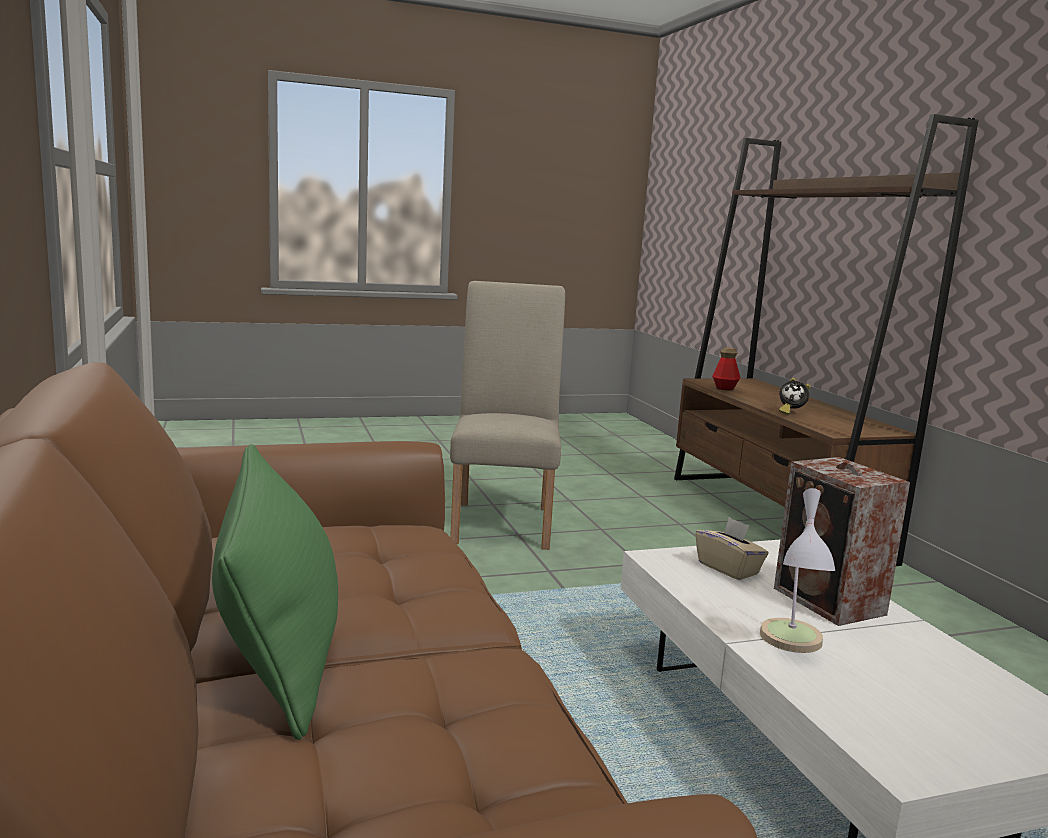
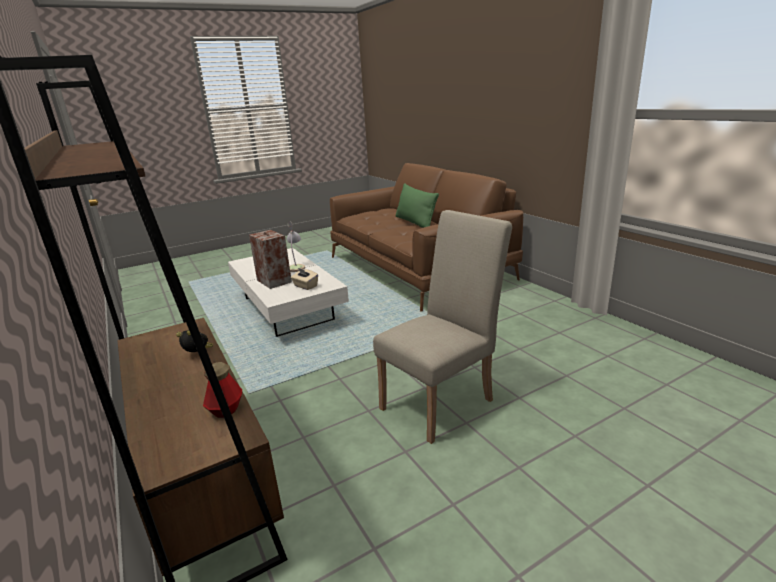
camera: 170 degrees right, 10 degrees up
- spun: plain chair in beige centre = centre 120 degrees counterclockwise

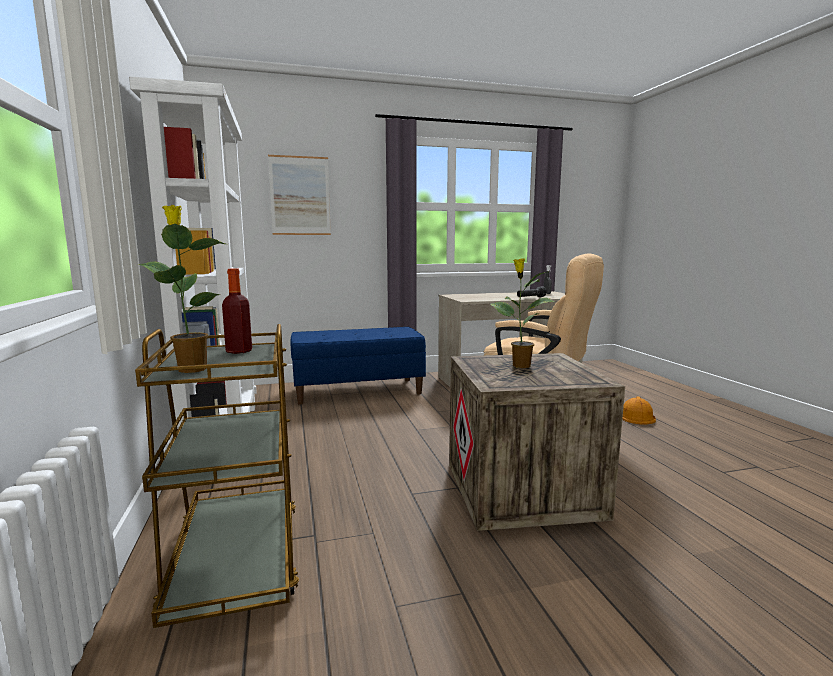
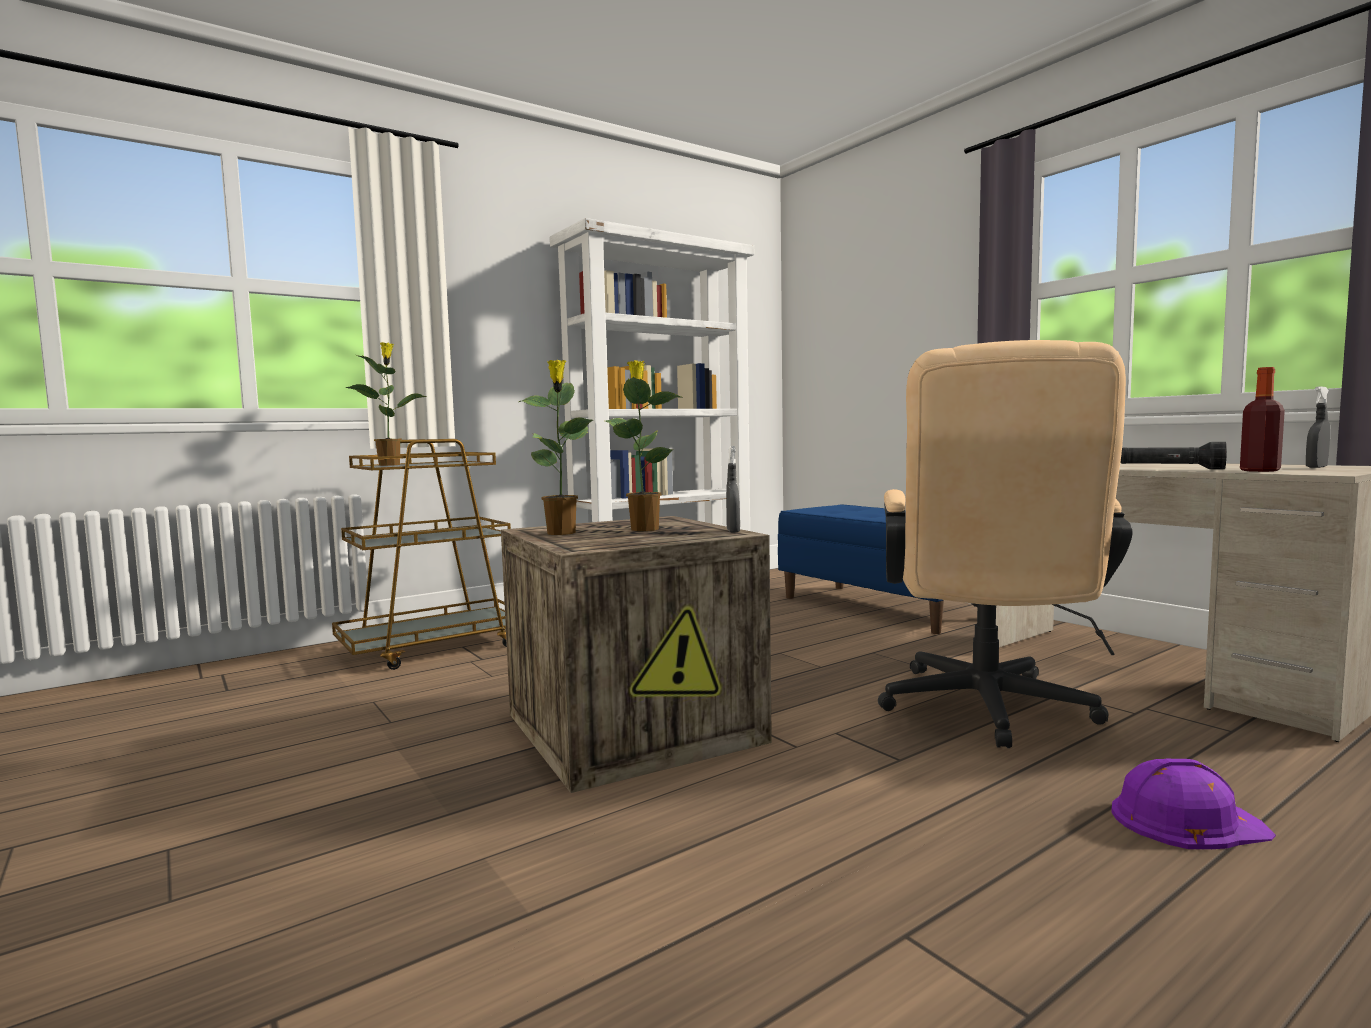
camera: 70 degrees right, 5 degrees down
- missing: picture top centre
- relocated: drink bottle middle left to middle right
- colour: safety helmet in orange middle right to safety helmet in purplish bottom right
- appeared: plant in a pot (no. 2 from left) centre
- appeared: spray bottle in grey (no. 1 from left) centre

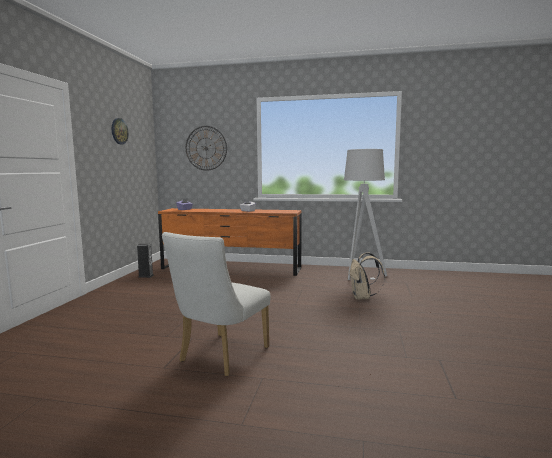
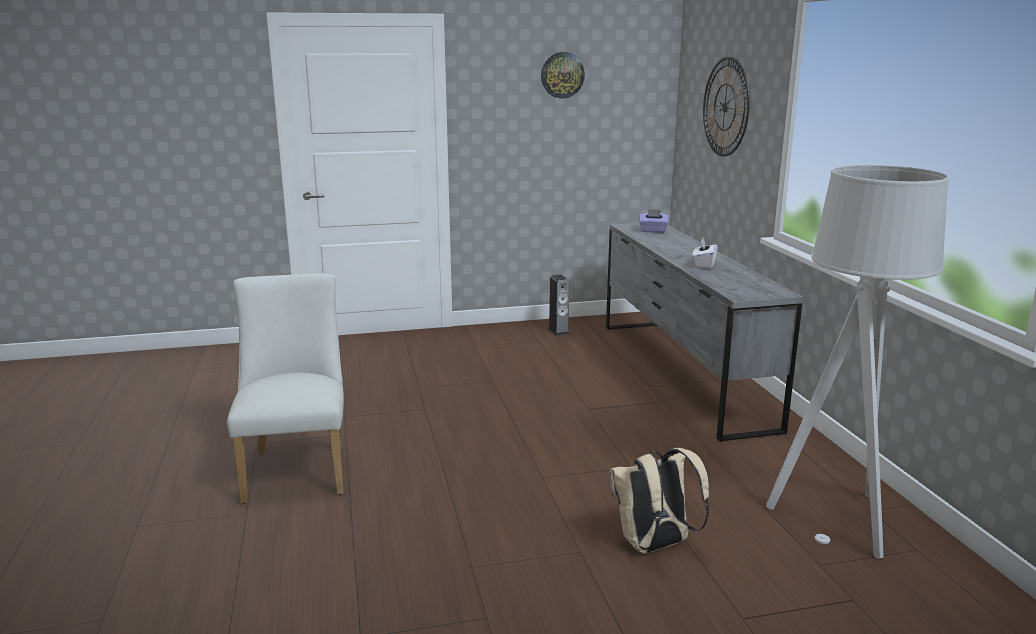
camera: 65 degrees right, 10 degrees up
- colour: chest of drawers in orange centre to chest of drawers in grey middle right
- spun: plain chair in white centre = middle left 75 degrees clockwise

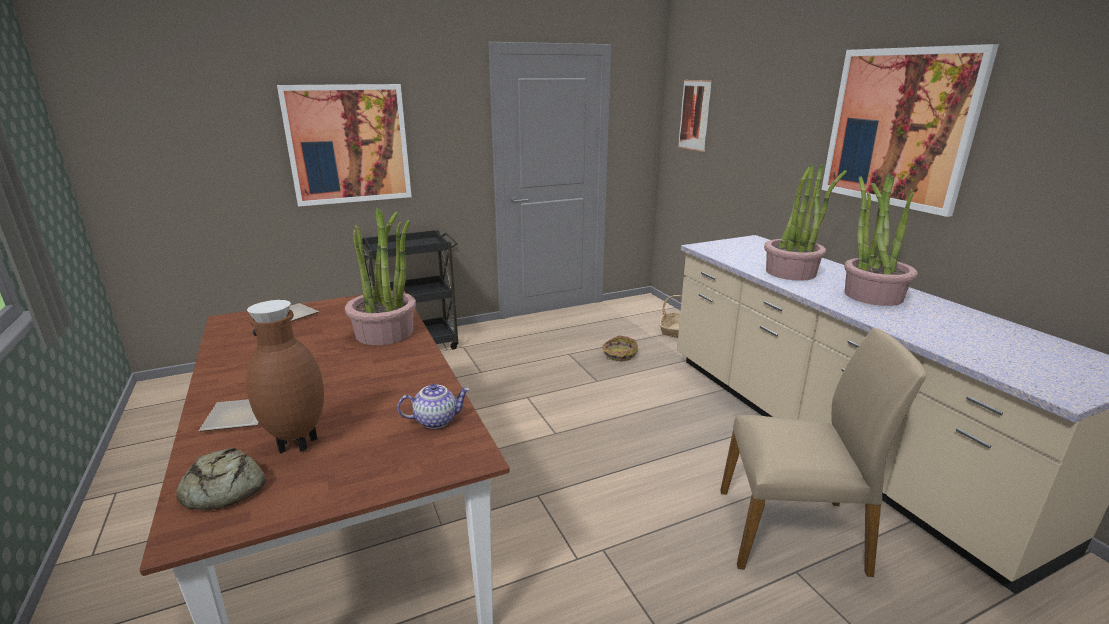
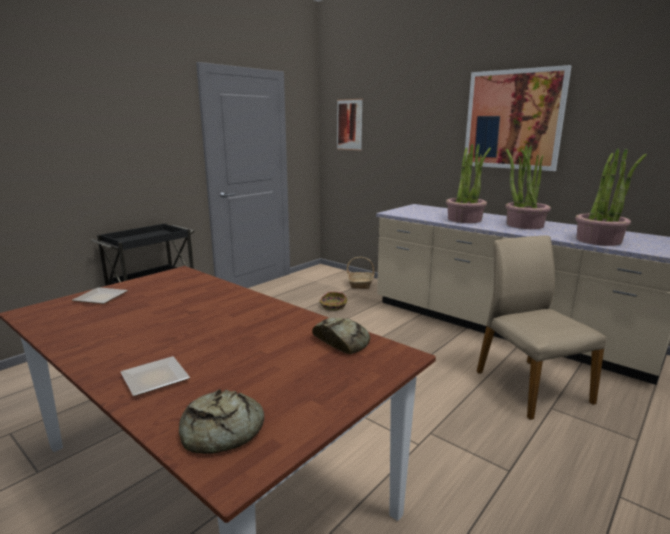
camera: 25 degrees left, 5 degrees down
- missing: picture (no. 1 from left) top left
- relocated: plant in a pot (no. 1 from left in the first image) centre to plant in a pot (no. 3 from left) middle right
- missing: flower vase in brown middle left
- spun: plain chair in beige bottom right = middle right 90 degrees counterclockwise
- exchanged: tea pot centre to baked bread (no. 2 from left) centre

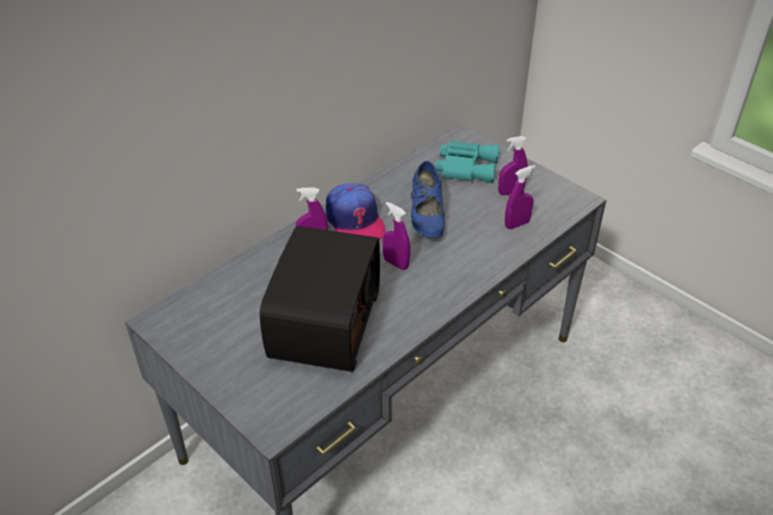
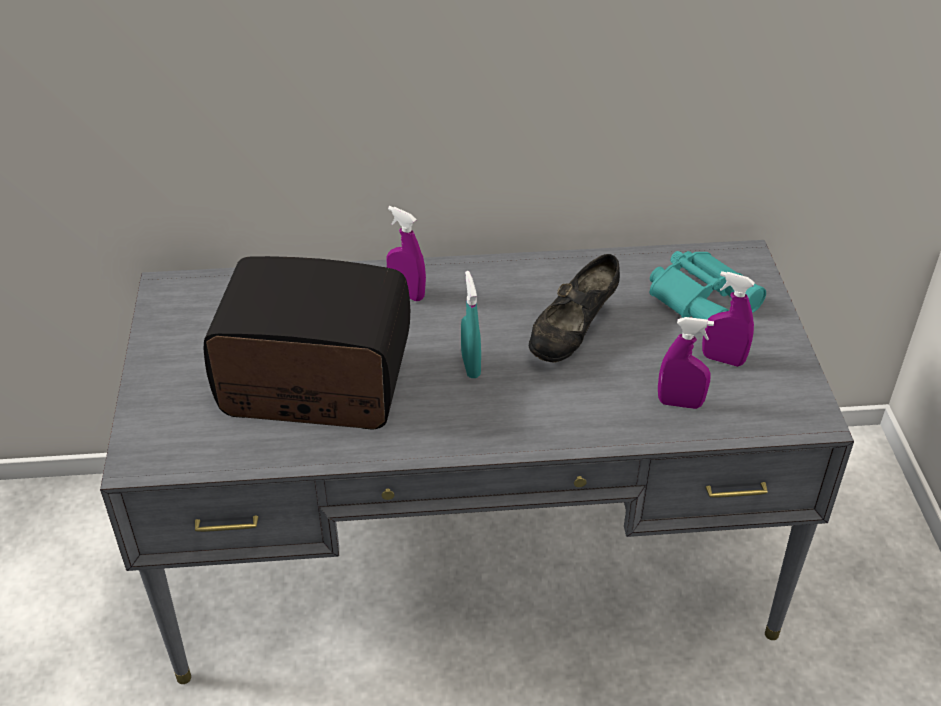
camera: 40 degrees right, 0 degrees up
- colour: low shoe in bluish centre to low shoe in black centre
- missing: baseball cap centre
- colour: spray bottle in purplish (no. 2 from left) centre to spray bottle in turquoise centre
- spun: radio centre = middle left 135 degrees counterclockwise

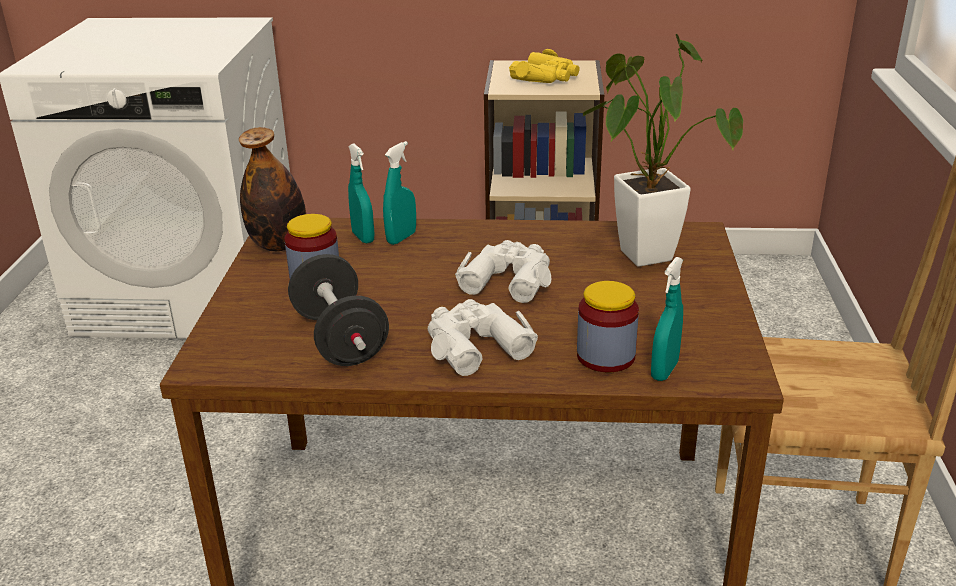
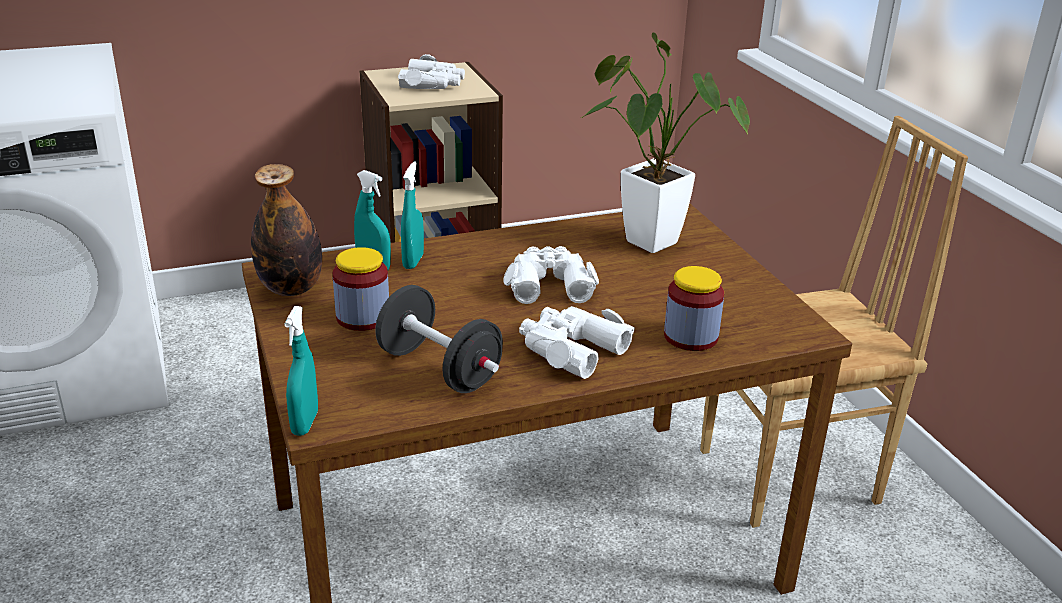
camera: 25 degrees left, 0 degrees up
- colour: field glasses in yellowish top centre to field glasses in white (no. 1 from left) top centre
- relocated: spray bottle in turquoise (no. 3 from left in the first image) middle right to spray bottle in turquoise (no. 1 from left) middle left

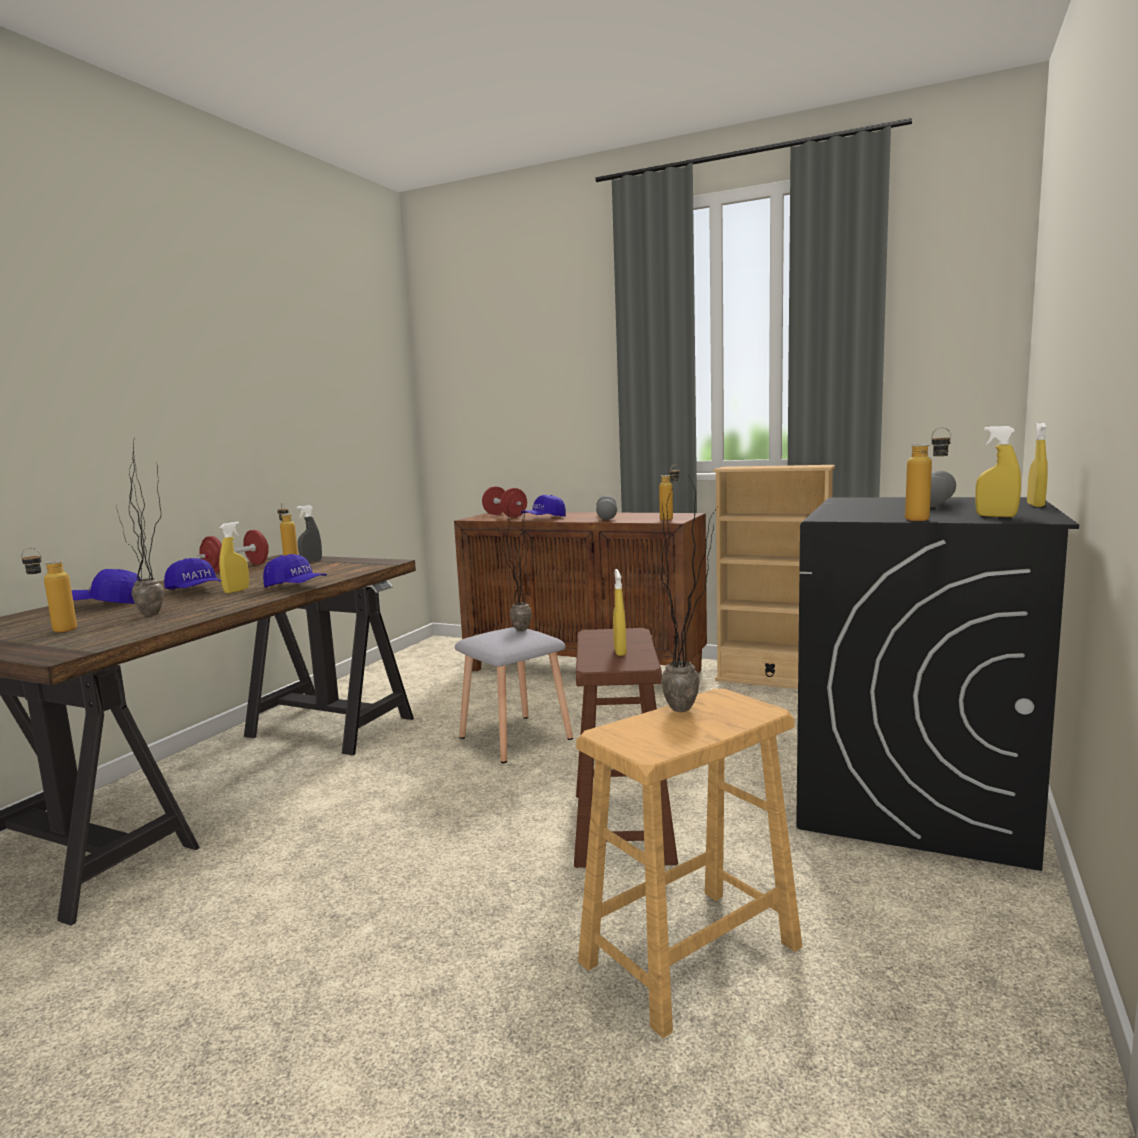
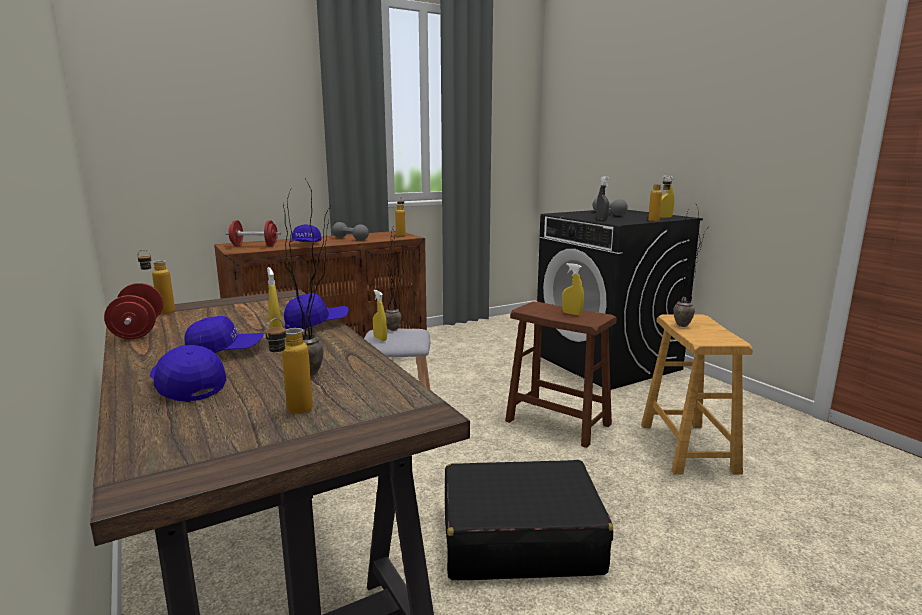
camera: 55 degrees left, 5 degrees up
- relocated: spray bottle in yellowish (no. 4 from left in the first image) middle right to spray bottle in yellowish (no. 2 from left) centre
- missing: shelving unit in beige middle right
- relocated: spray bottle in grey middle left to top centre
- spun: baseball cap in bluish (no. 1 from left) middle left = middle left 105 degrees clockwise
- appeared: travel case in black bottom centre

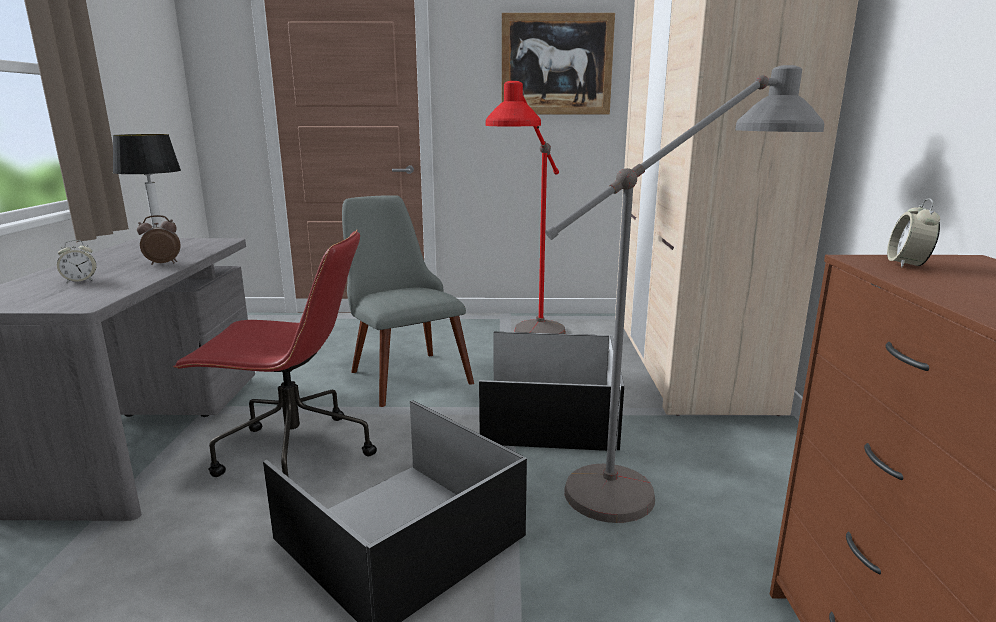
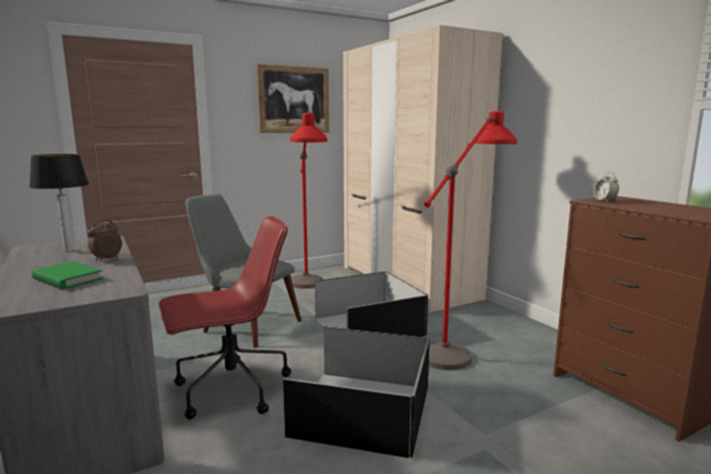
camera: 30 degrees left, 5 degrees down
- colour: floor lamp in grey middle right to floor lamp in red-coloured (no. 2 from left) centre
- exchanged: bedside clock (no. 1 from left) middle left to book in greenish middle left

